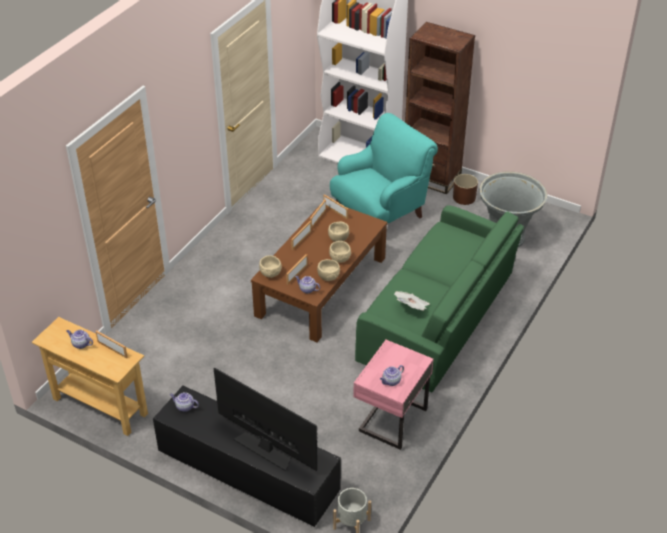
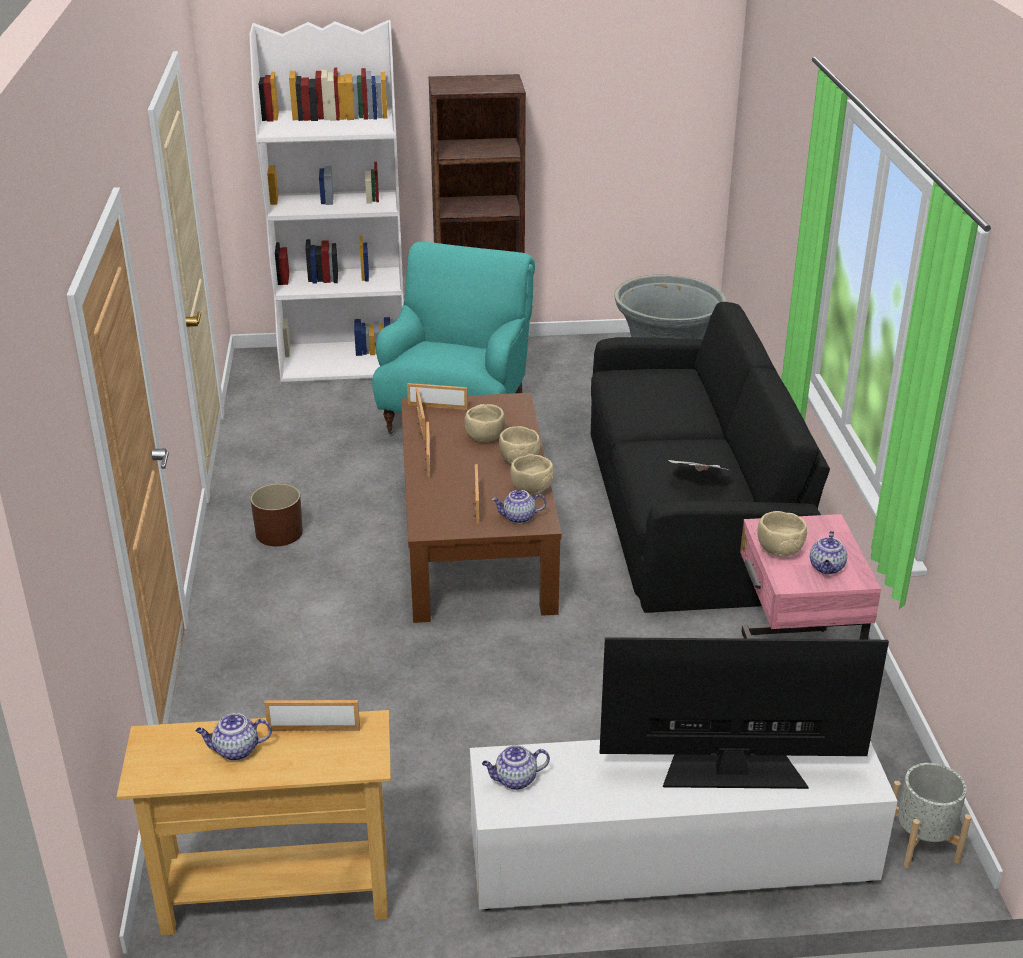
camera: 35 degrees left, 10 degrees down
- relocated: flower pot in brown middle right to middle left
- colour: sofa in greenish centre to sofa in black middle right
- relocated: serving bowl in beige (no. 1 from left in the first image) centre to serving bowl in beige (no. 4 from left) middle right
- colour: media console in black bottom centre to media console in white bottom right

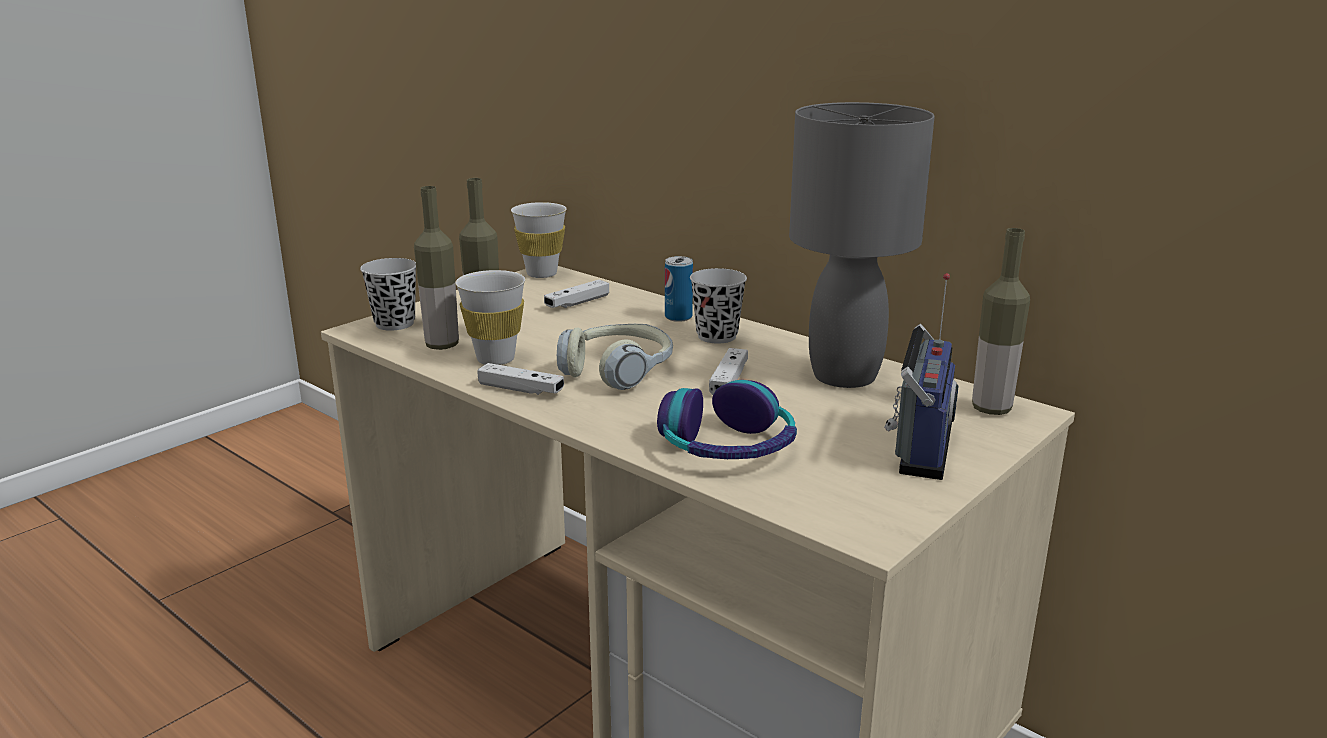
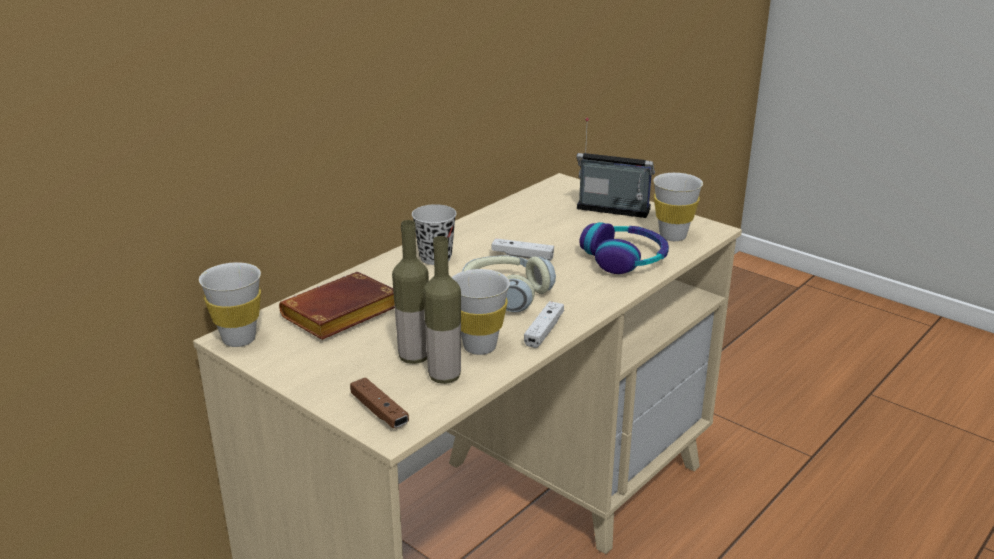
camera: 90 degrees left, 5 degrees up
- missing: table lamp in grey top centre
- missing: drink bottle (no. 3 from left) middle right
- missing: sealed can centre
- exchanged: drinking cup in black (no. 1 from left) middle left to game controller in brown bottom centre
- exchanged: game controller in white (no. 2 from left) centre to book in brown centre
- appeared: drinking cup in white (no. 3 from left) middle right

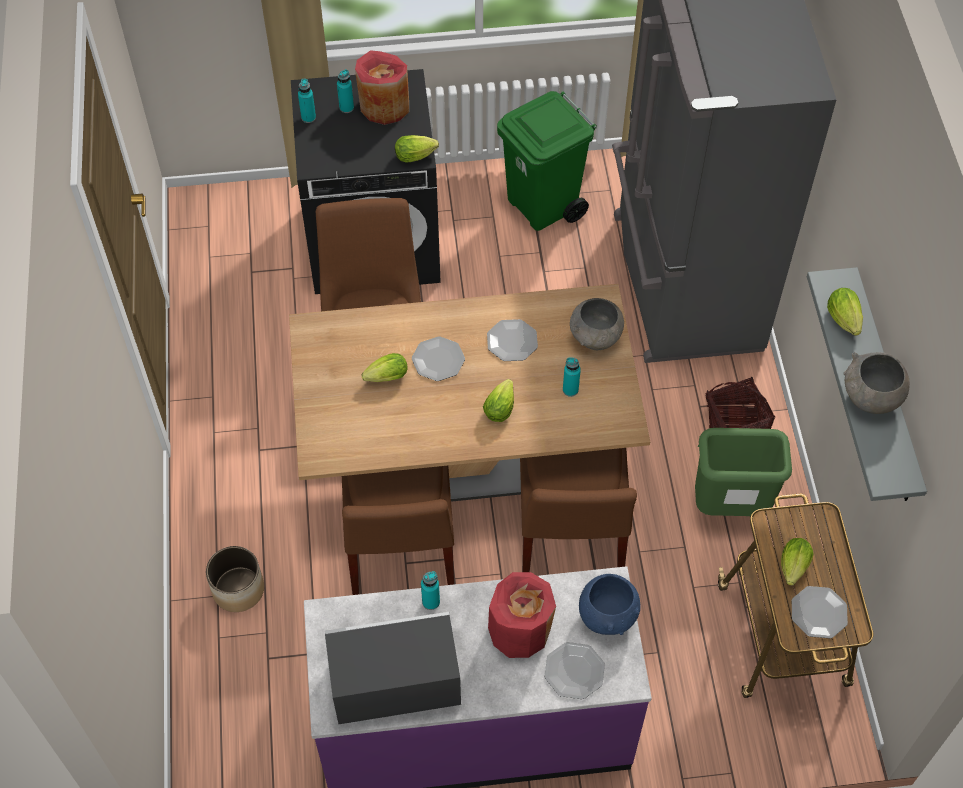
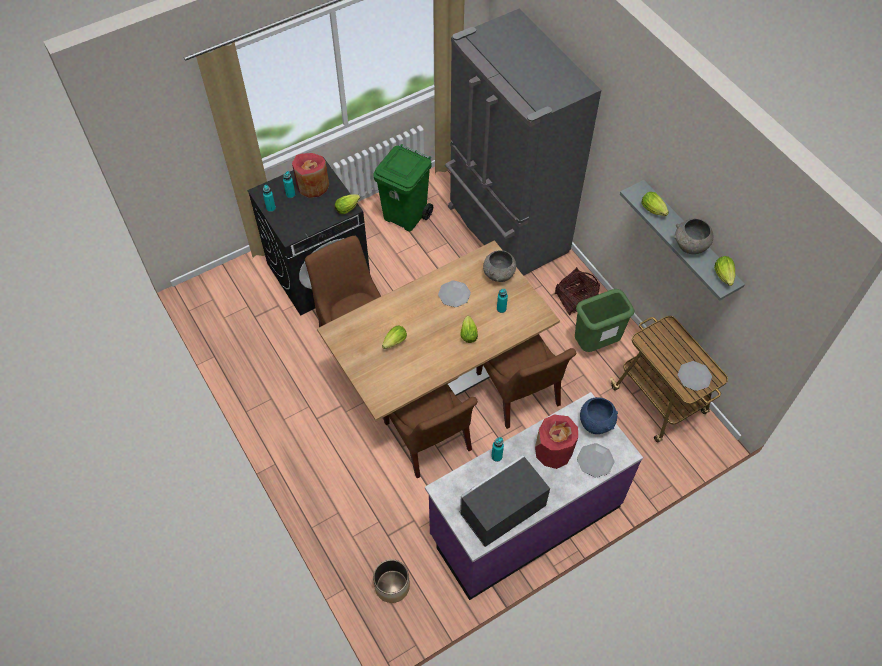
camera: 25 degrees left, 0 degrees up
- missing: dinner plate (no. 1 from left) centre
- relocated: lettuce (no. 4 from left in the first image) bottom right to lettuce (no. 5 from left) middle right
- relocated: flower pot bottom left to bottom centre

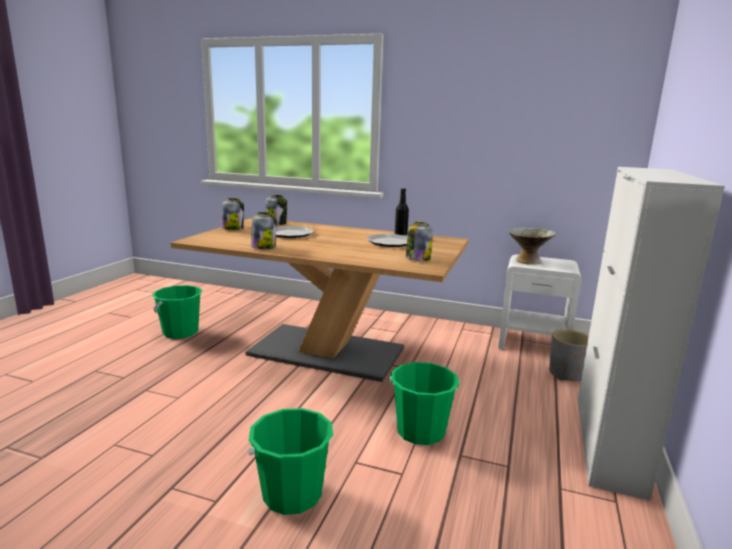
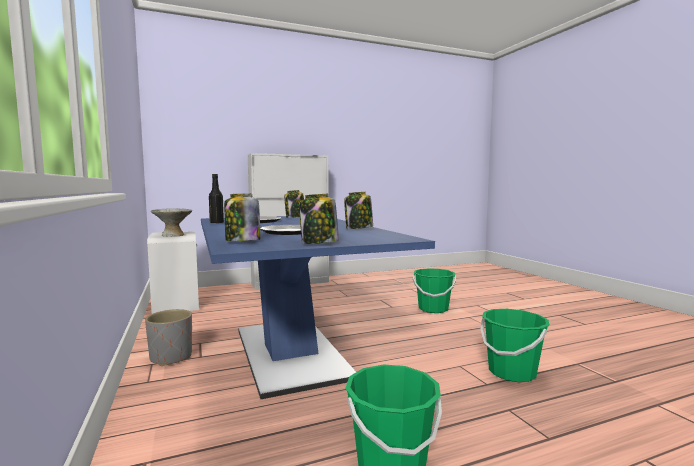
camera: 130 degrees left, 10 degrees down
- colour: dinner table in brown centre to dinner table in bluish centre
- relocated: flower pot in grey middle right to bottom left
- relocated: bucket in greenish (no. 3 from left) bottom centre to bottom right

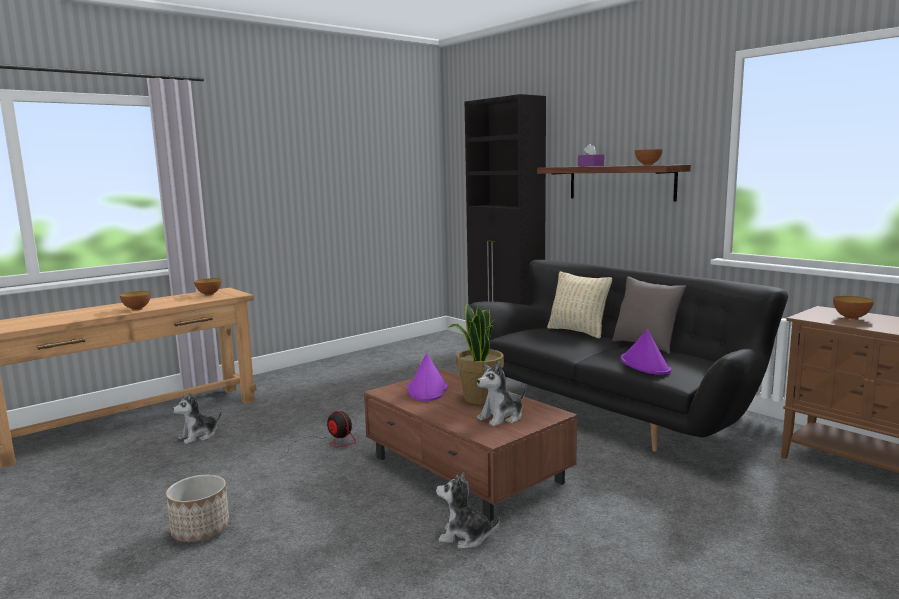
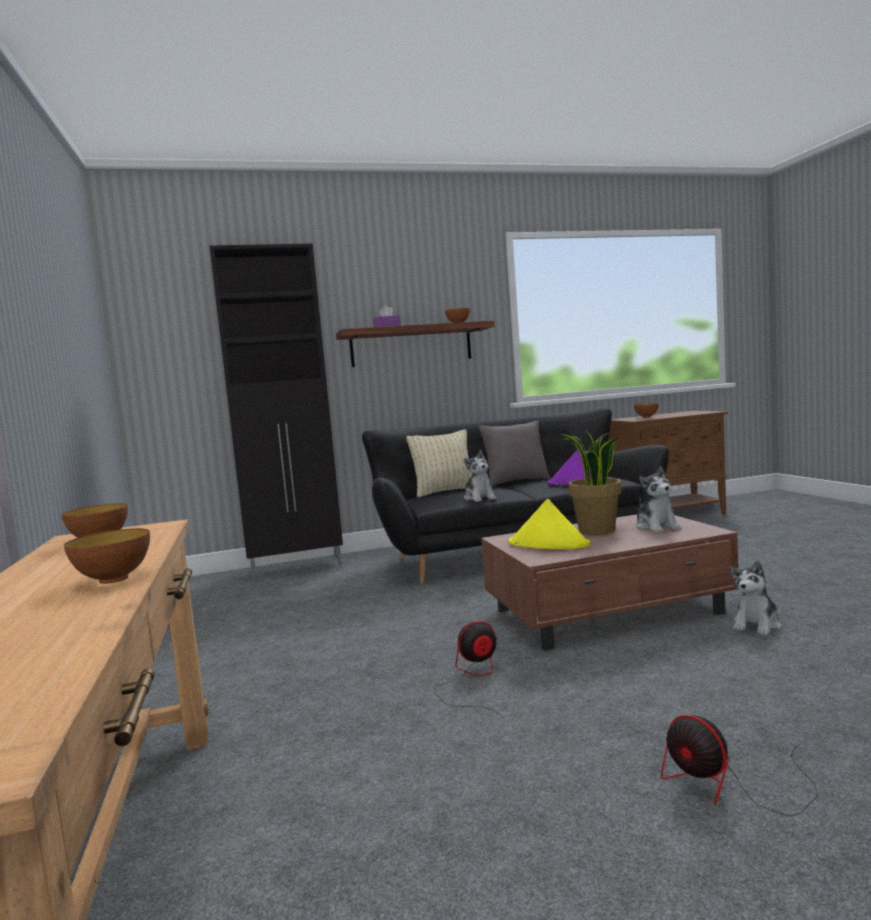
camera: 65 degrees left, 5 degrees down
- colour: hat in purplish (no. 1 from left) centre to hat in yellowish centre
- relocated: soft toy (no. 1 from left) bottom left to centre
- exchanged: flower pot bottom left to electric fan (no. 2 from left) bottom right

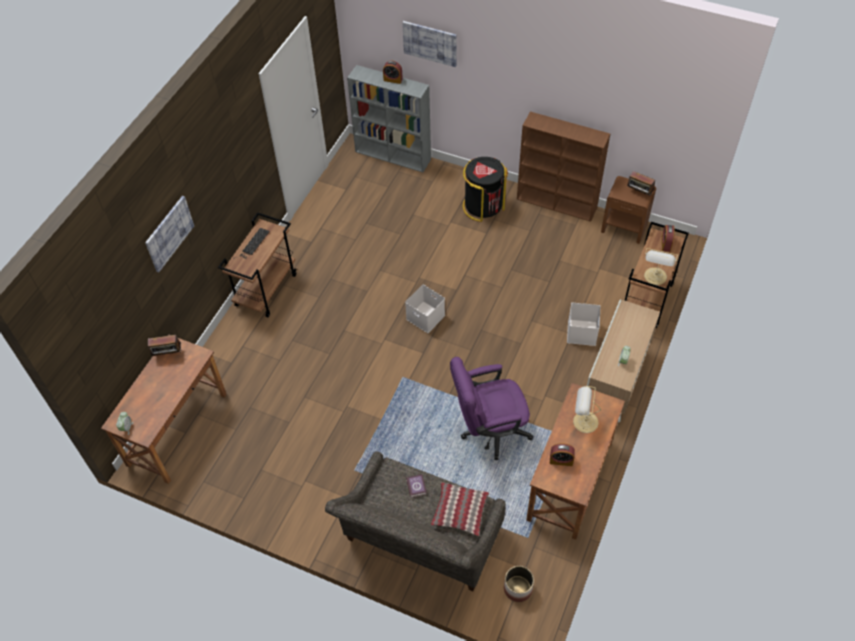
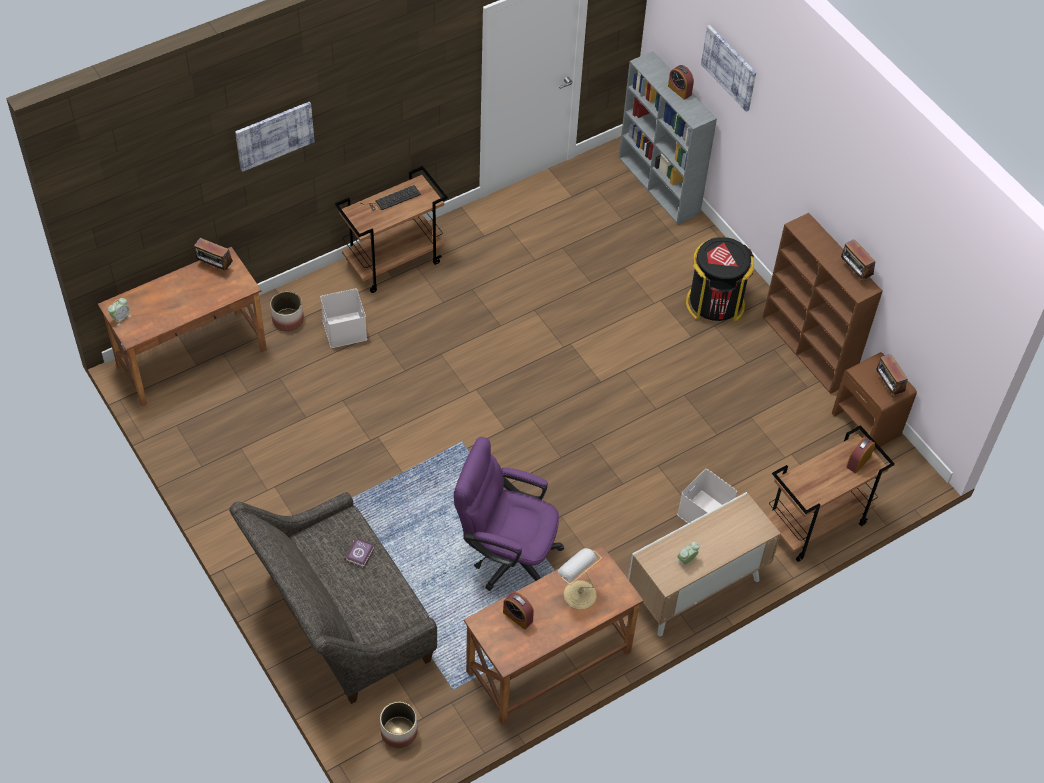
camera: 30 degrees right, 0 degrees up
- missing: table lamp (no. 2 from left) middle right
- relocated: storage bin in white (no. 1 from left) centre to middle left
- missing: cushion bottom centre
- appeared: radio (no. 2 from left) top right
- appeared: flower pot (no. 1 from left) middle left

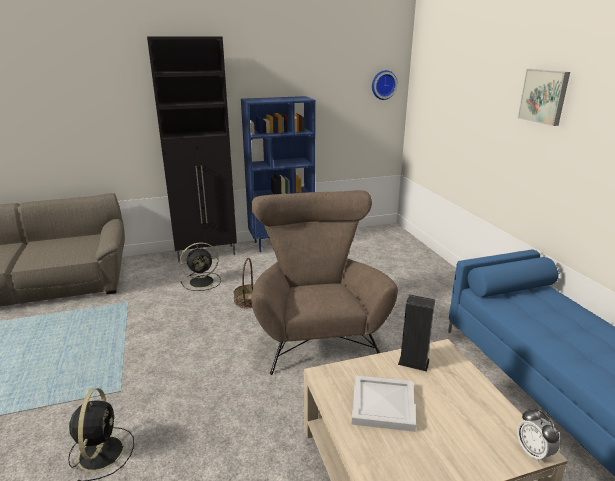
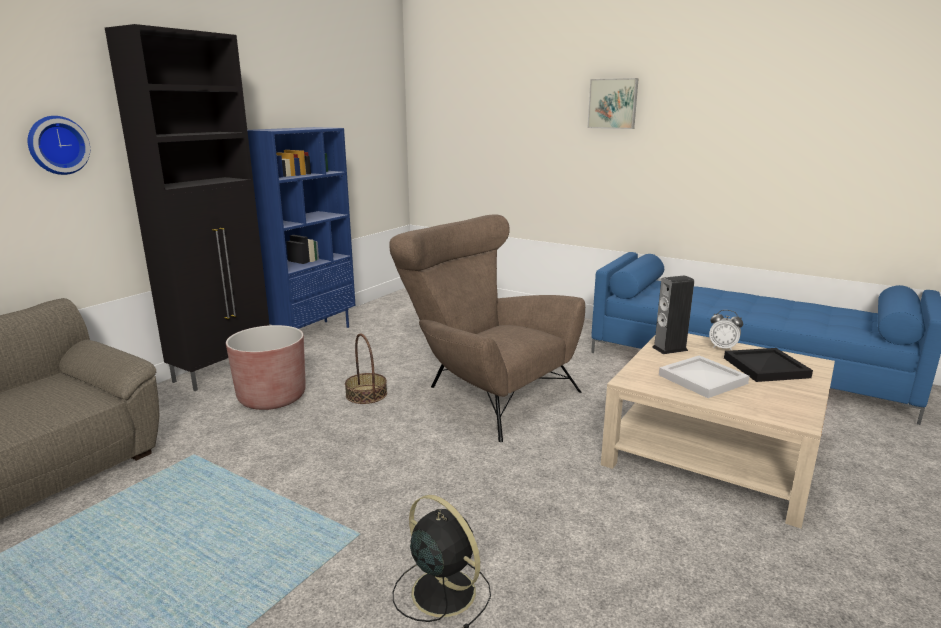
camera: 40 degrees left, 5 degrees down
- relocated: clock on the wall top centre to top left
- exchanged: electric fan in black (no. 2 from left) middle left to flower pot in brown middle left
- relocated: bedside clock bottom right to middle right
- appeared: tray in black middle right

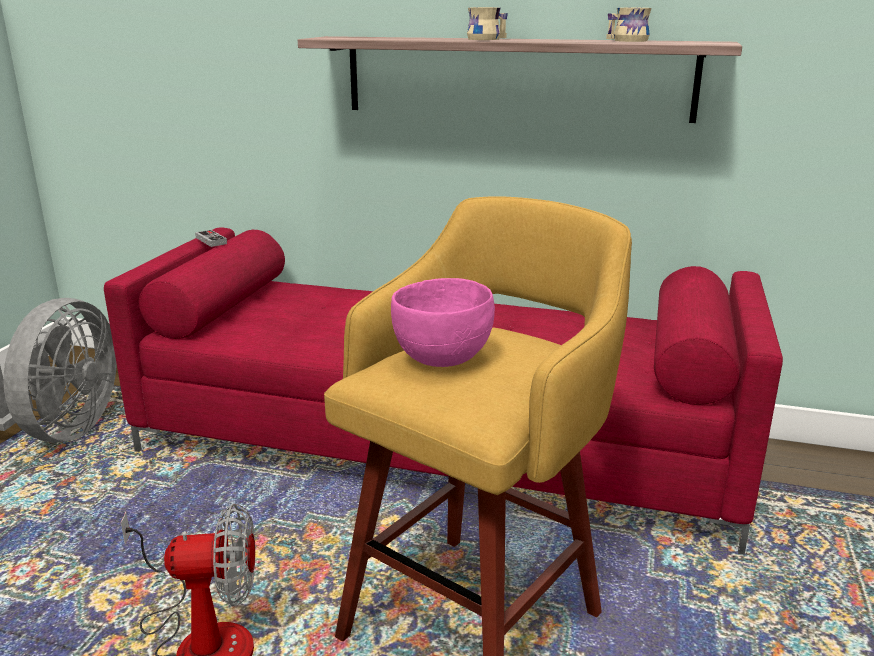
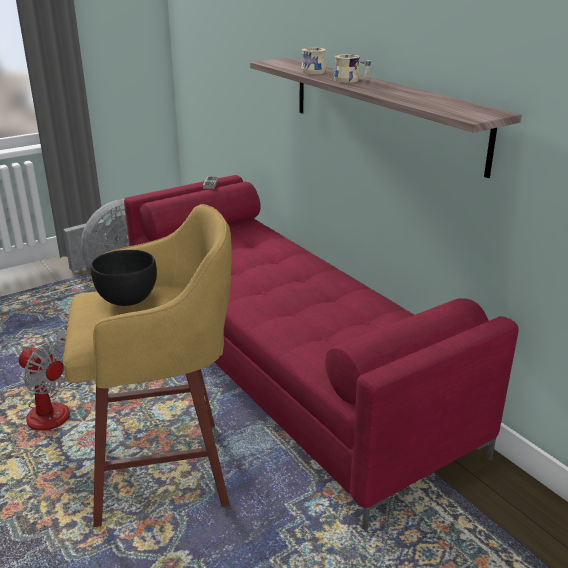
camera: 40 degrees right, 5 degrees up
- relocated: mug in beige (no. 2 from left in the first image) top right to mug in beige (no. 1 from left) top centre
- colour: serving bowl in pink-coloured centre to serving bowl in black middle left

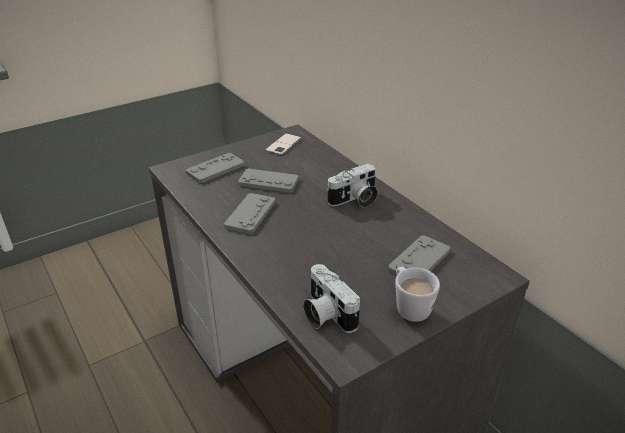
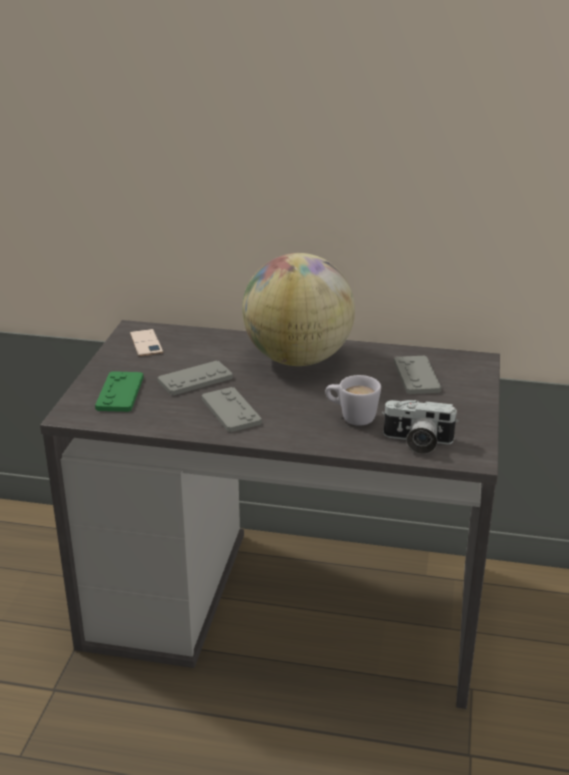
camera: 45 degrees left, 5 degrees down
- colour: game controller in grey (no. 1 from left) centre to game controller in greenish middle left
- exchanged: photo camera (no. 2 from left) centre to desk globe centre
- relocated: mug in white bottom right to centre

